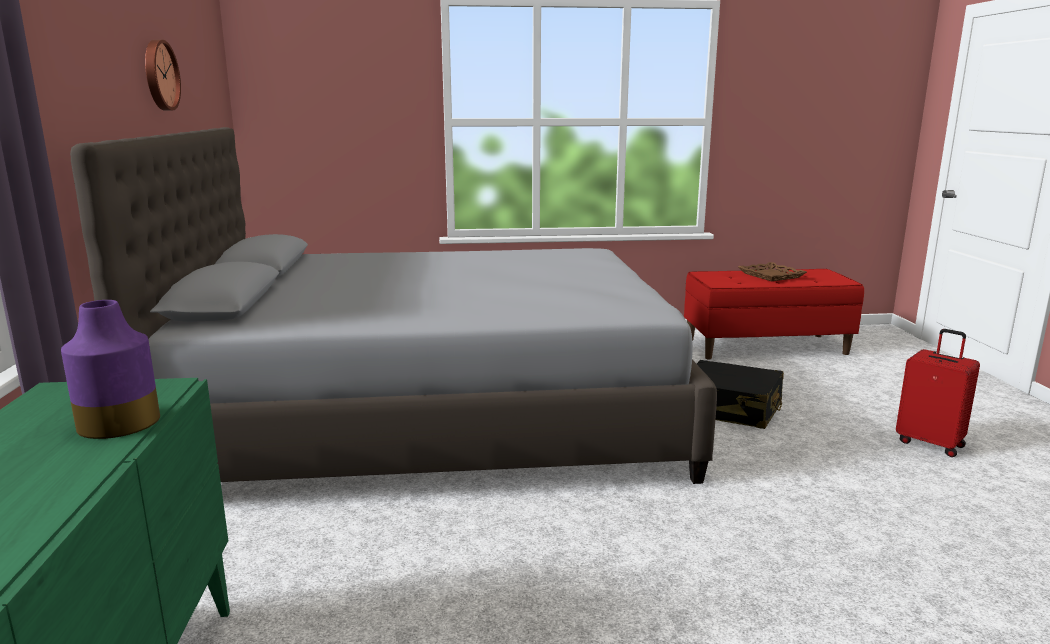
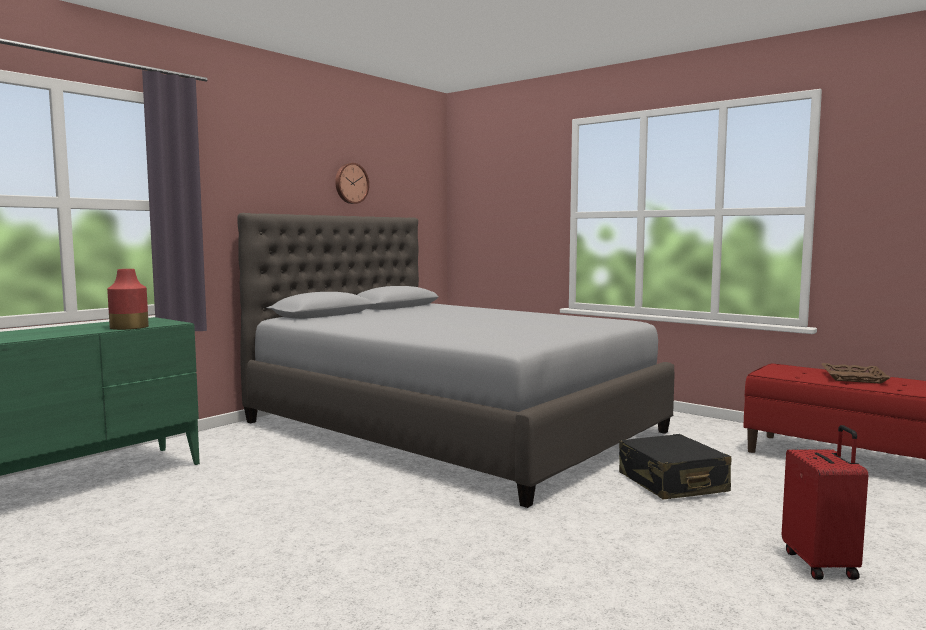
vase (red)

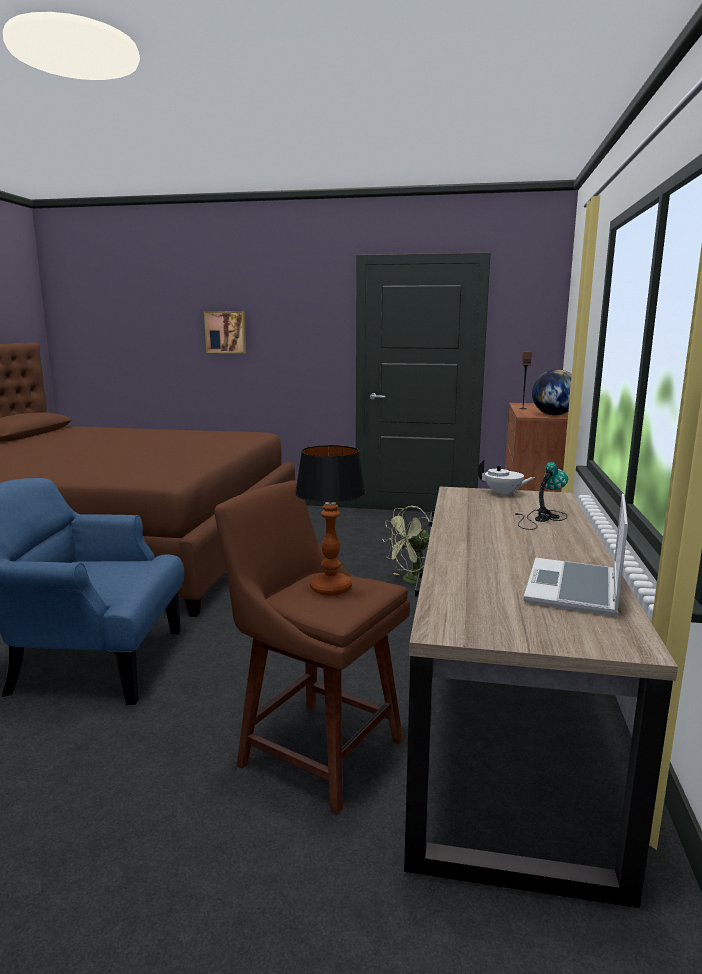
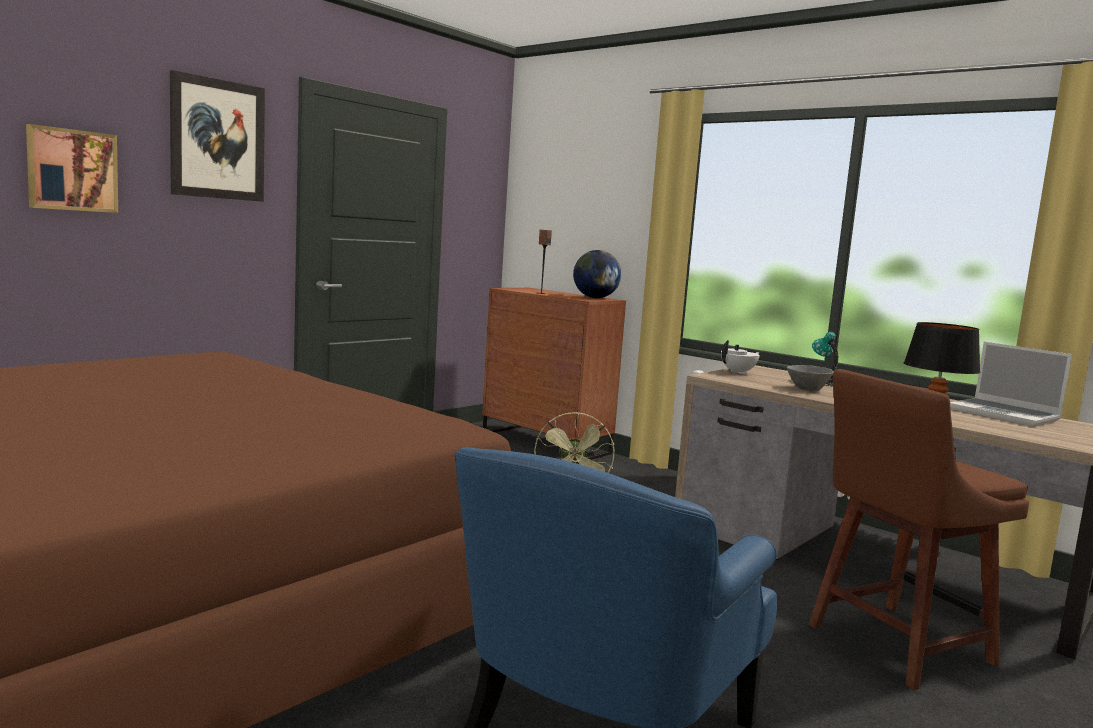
picture (no. 2 from left)
bowl (grey)

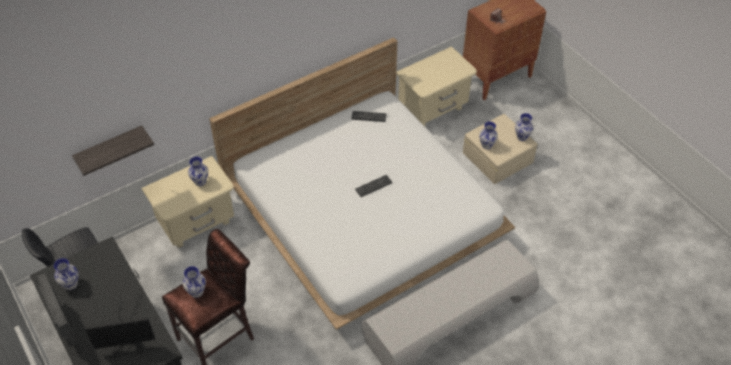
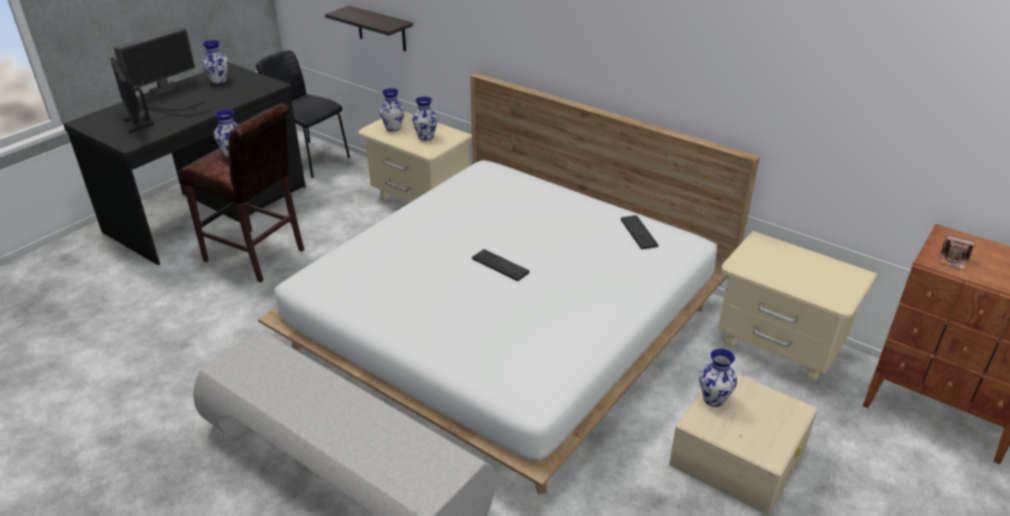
vase (no. 3 from left)

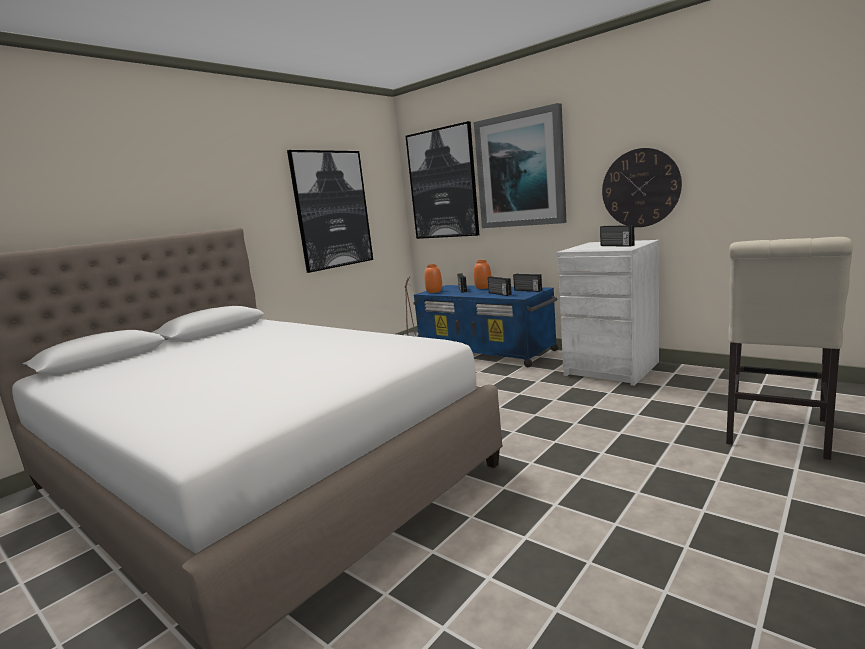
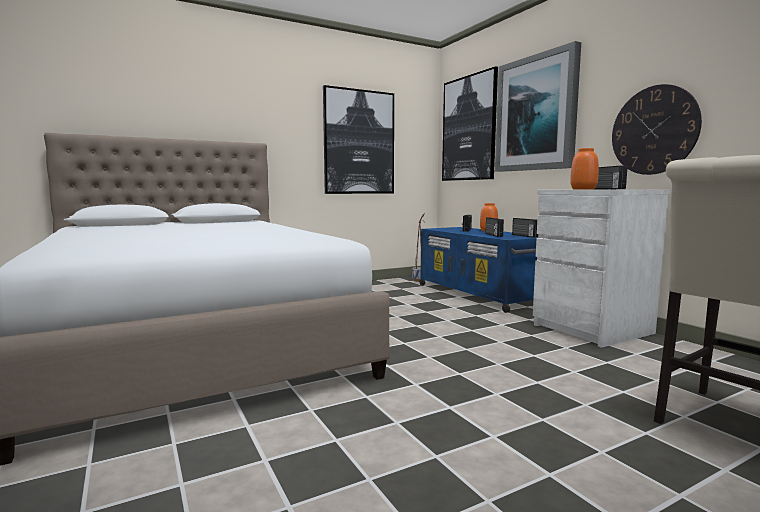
vase (orange) (no. 2 from left)

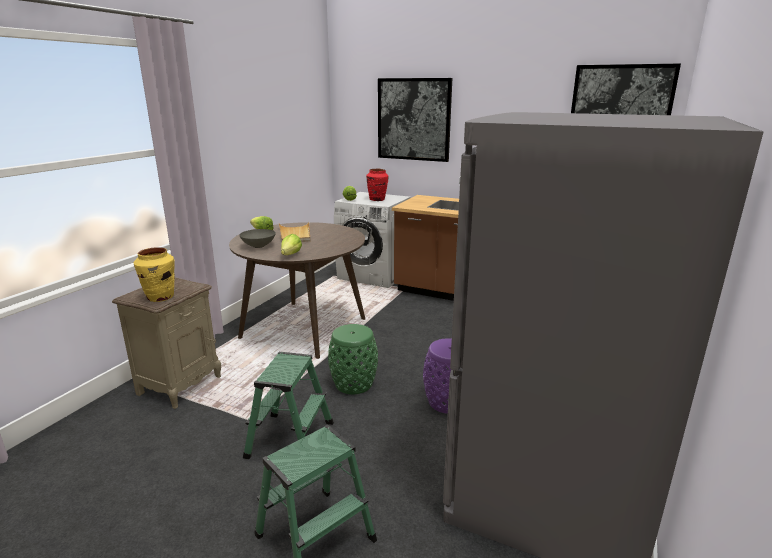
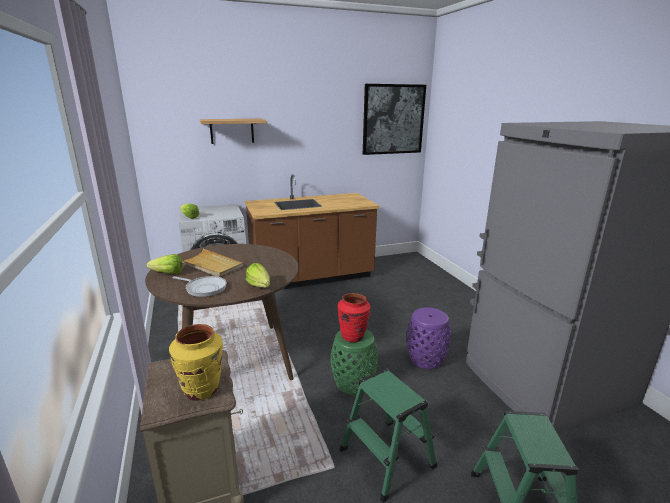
frying pan
vase (red)
shelf

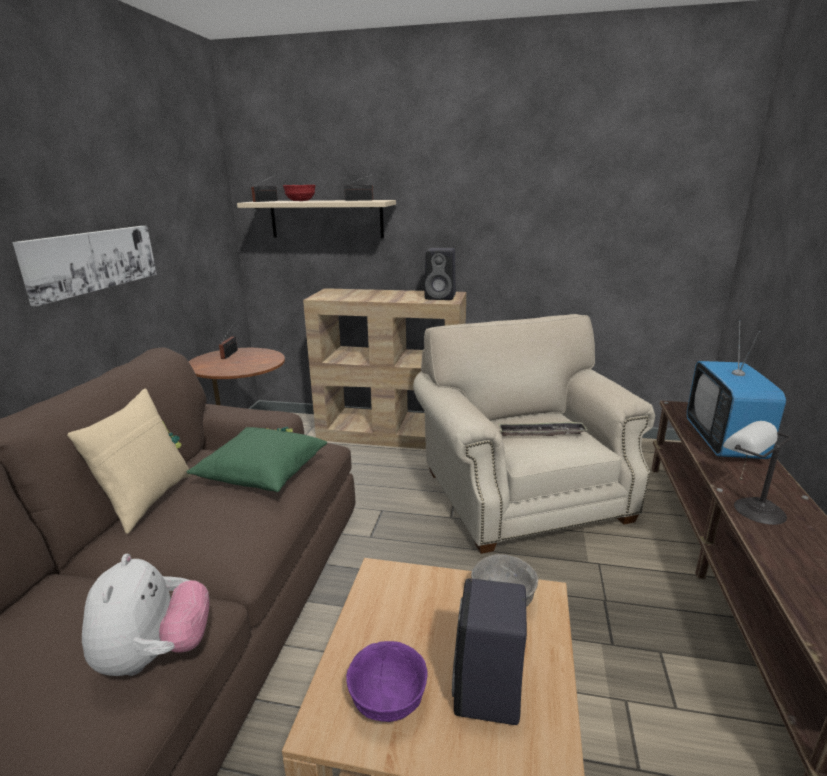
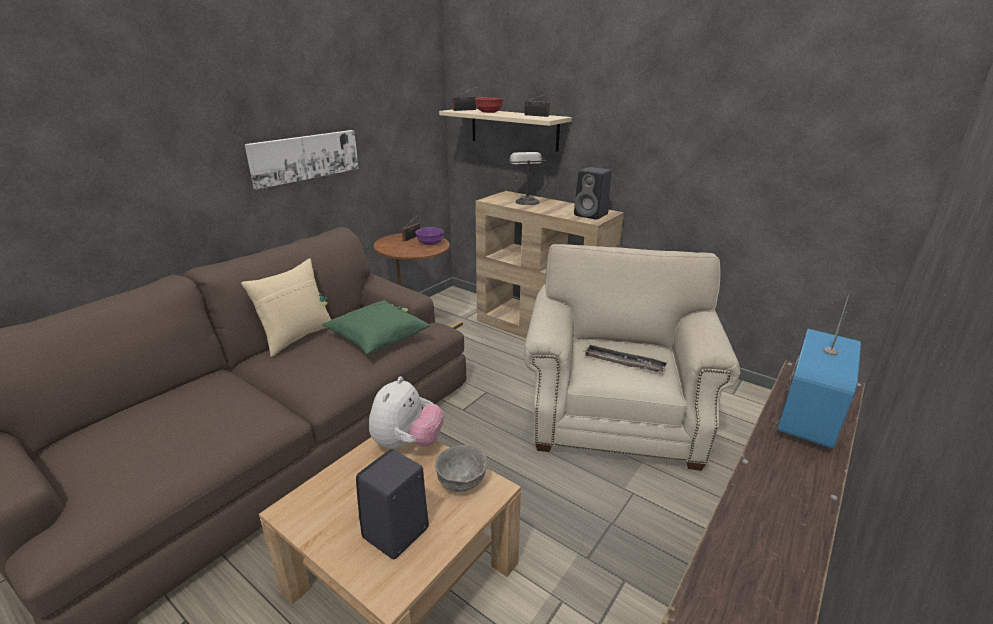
plush toy
bowl (purple)
table lamp

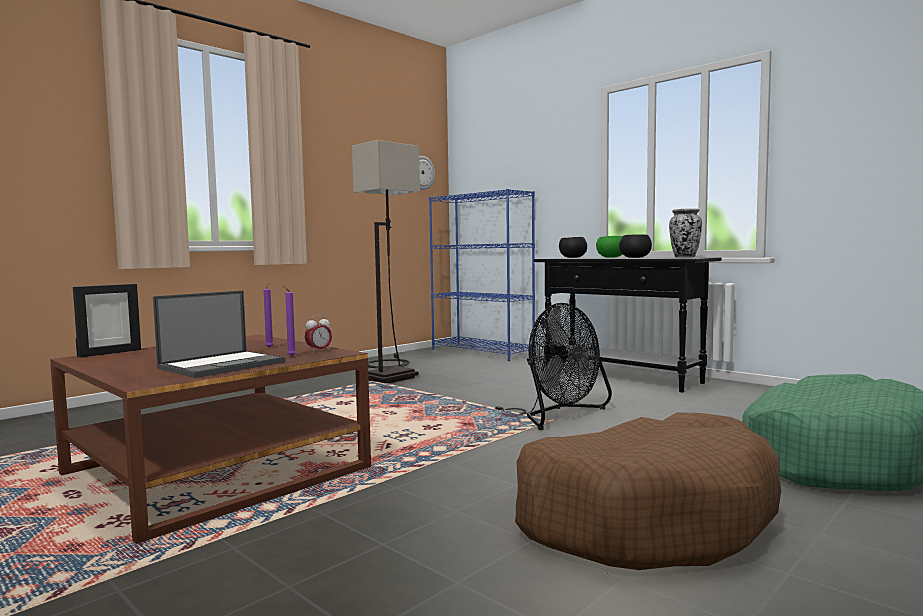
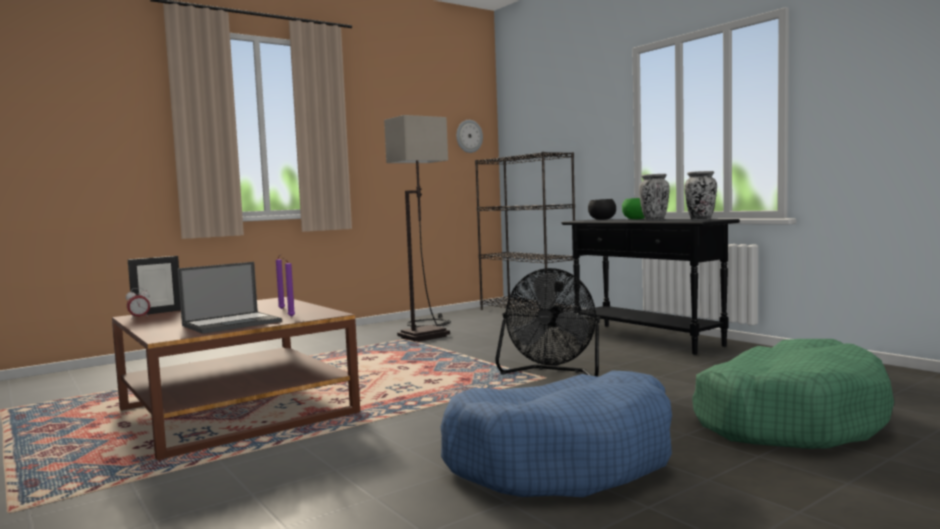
alarm clock
bookcase (black)
fan (black)
dog bed (blue)
vase (no. 1 from left)

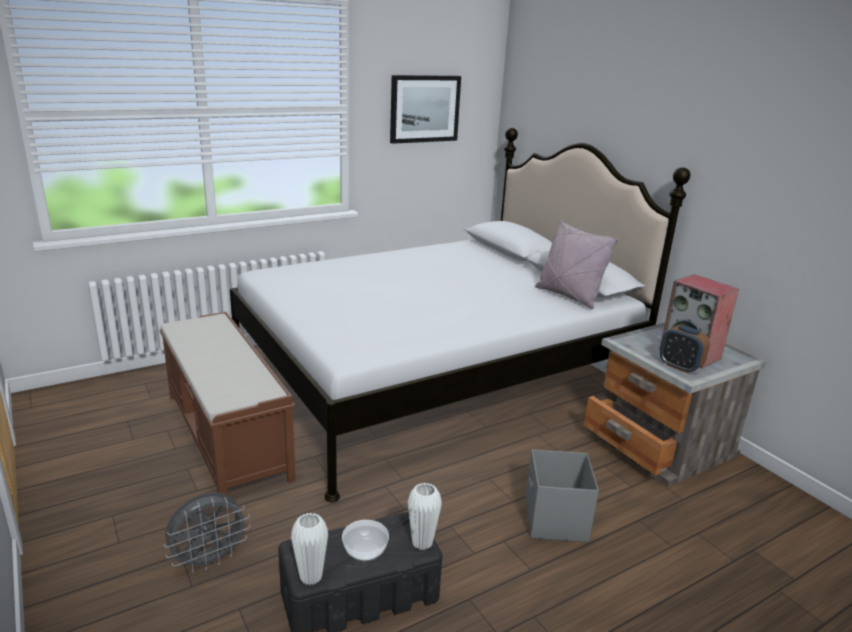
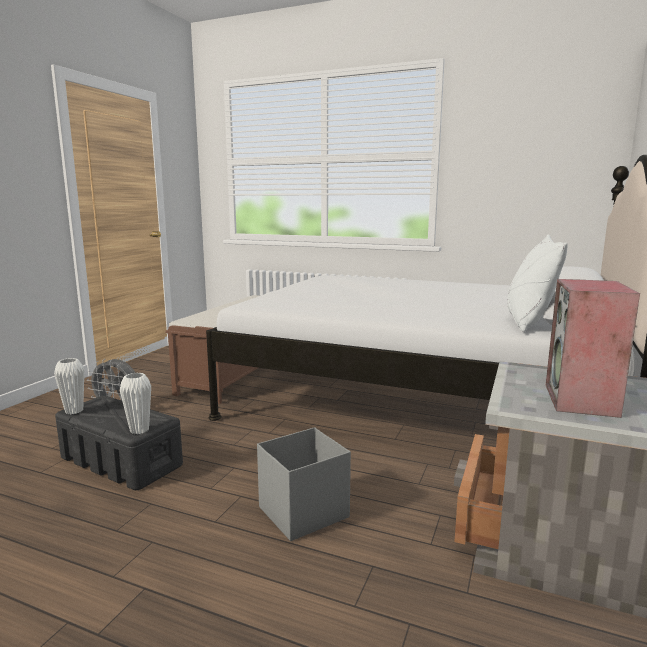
bowl
picture
pillow (white)
alarm clock

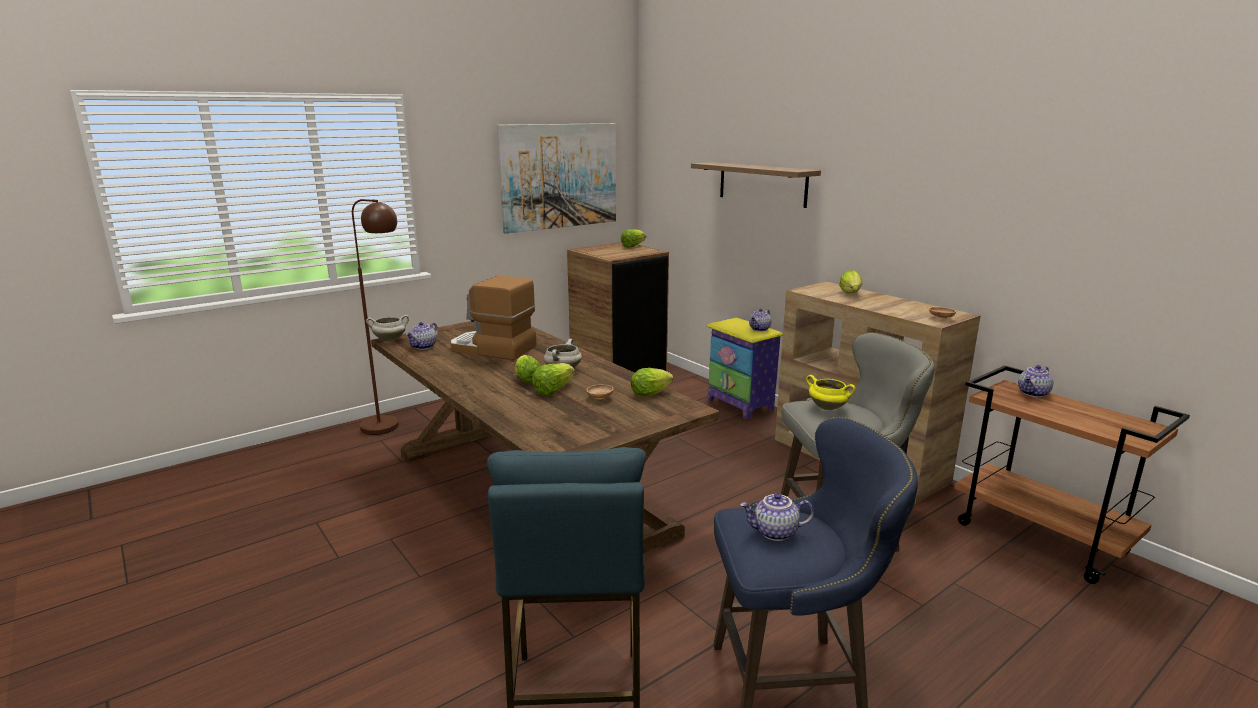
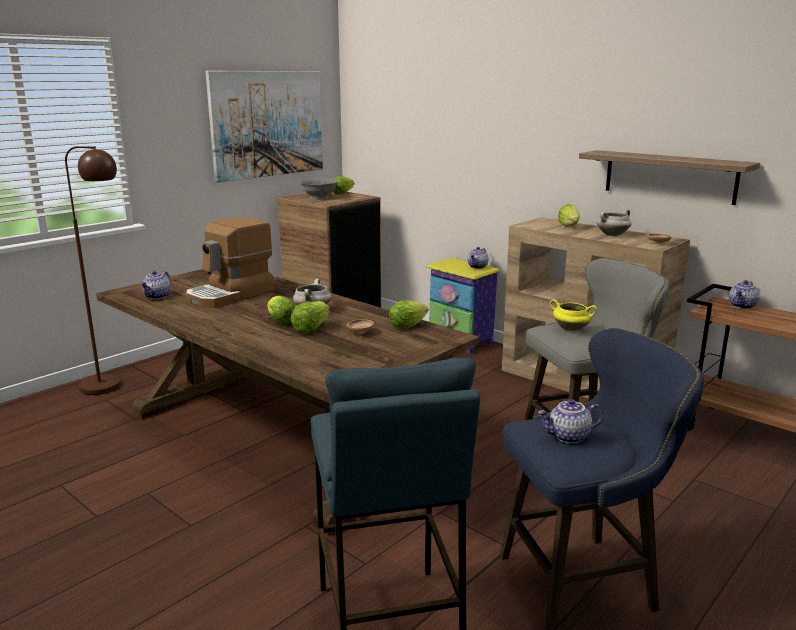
cooking pot (white) (no. 2 from left)
coffee machine
shelf
bowl (grey)

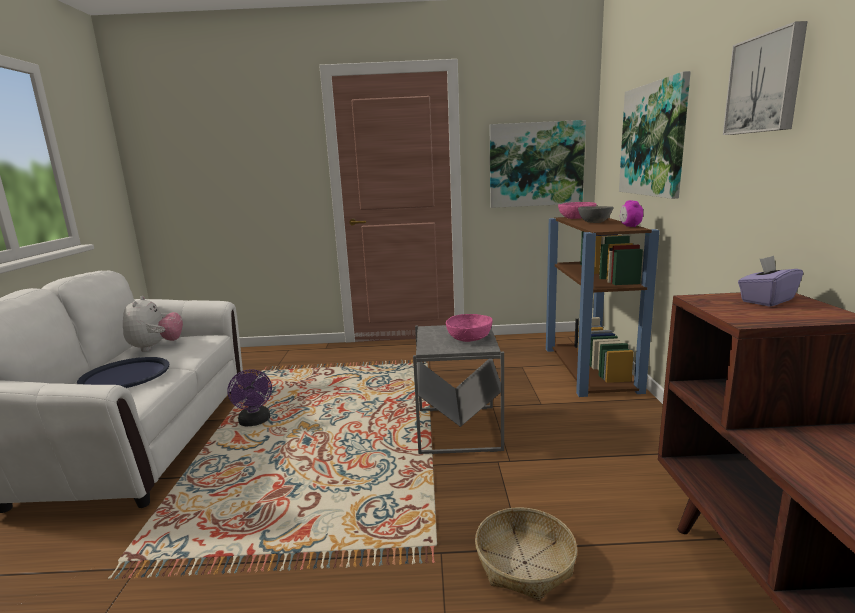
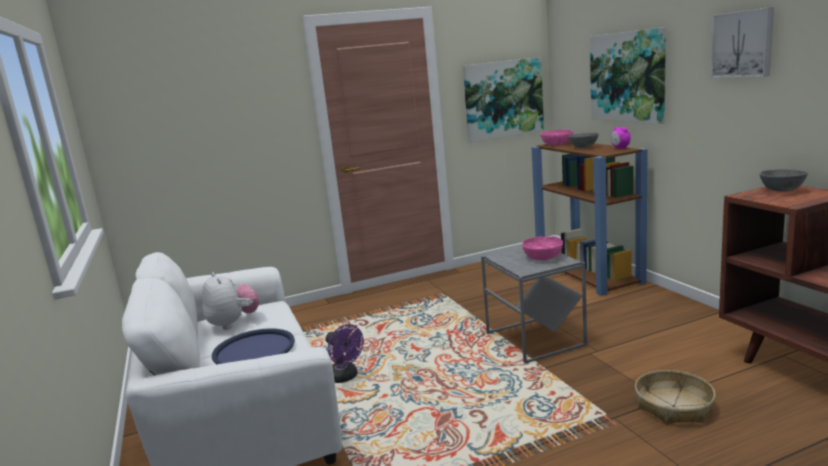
bowl (grey) (no. 2 from left)

